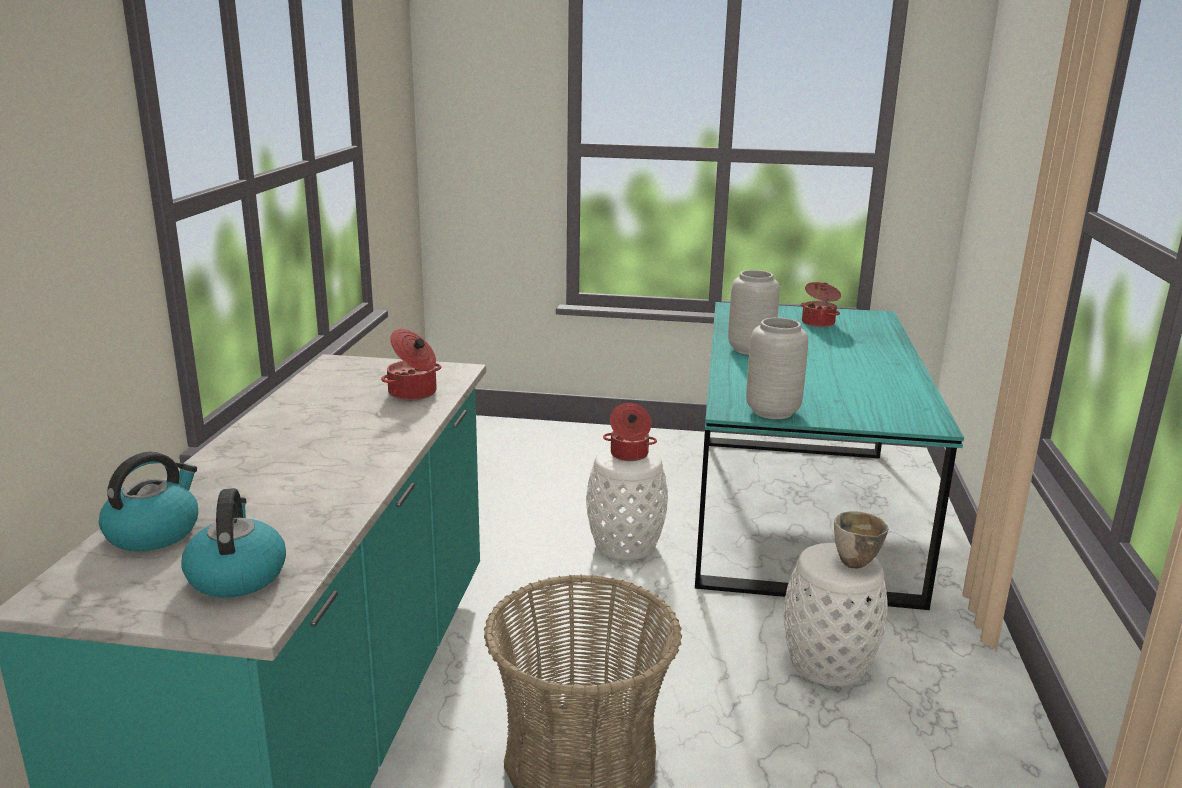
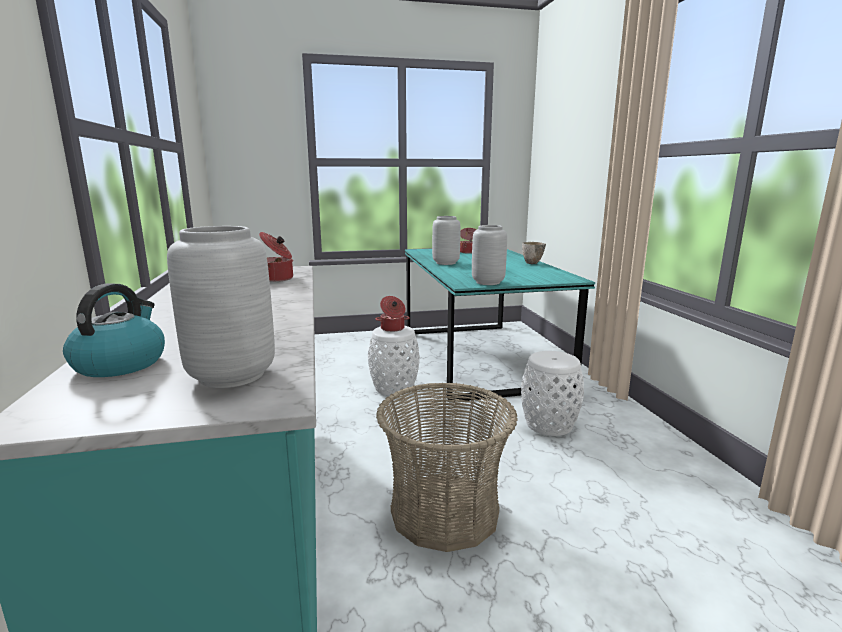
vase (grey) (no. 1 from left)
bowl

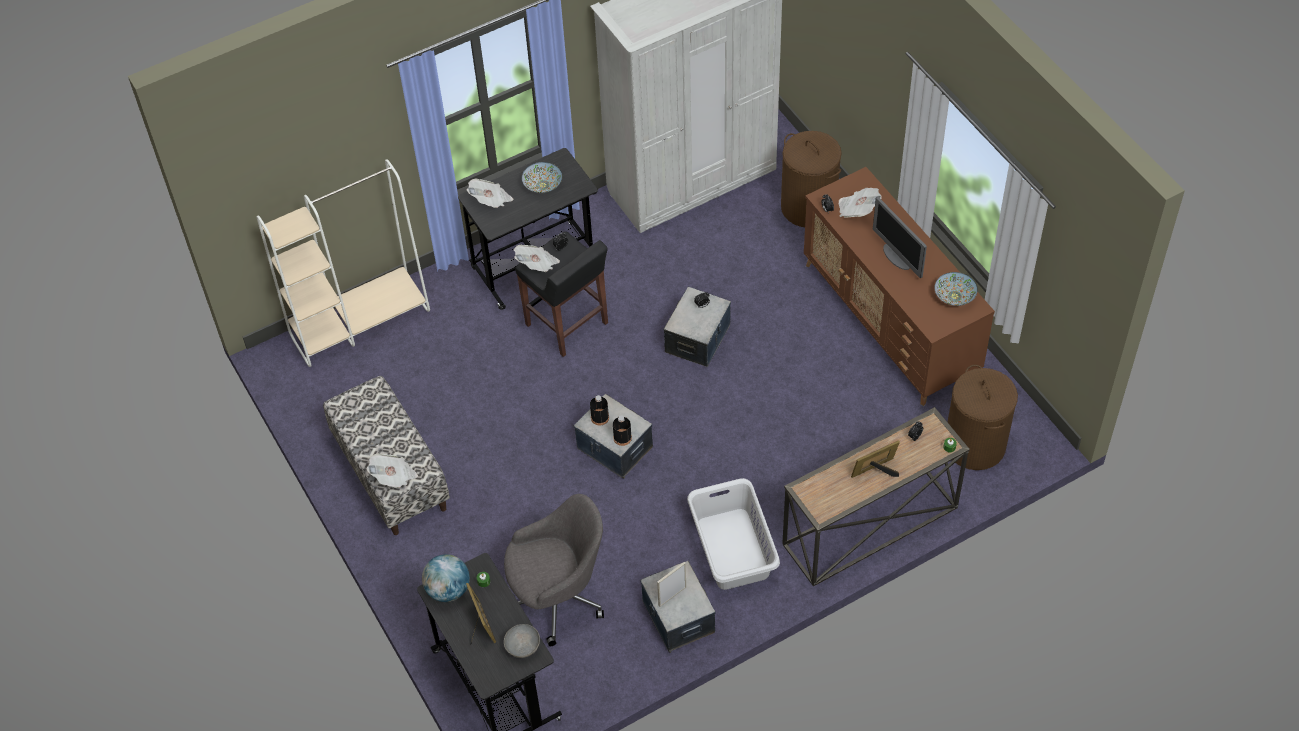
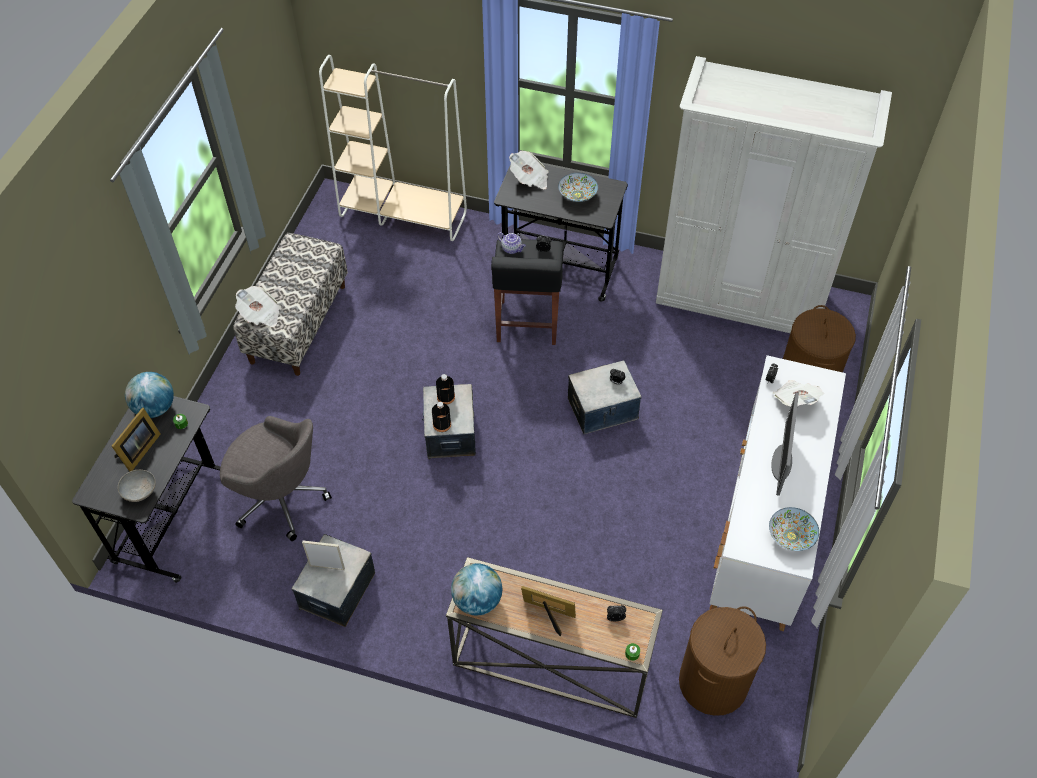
teapot
laundry basket (grey)
dresser (white)
globe (no. 2 from left)

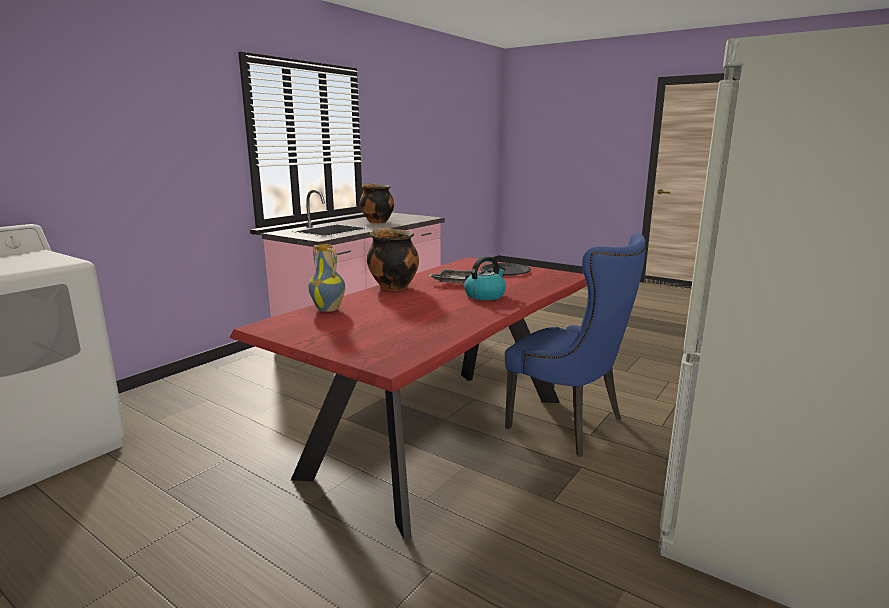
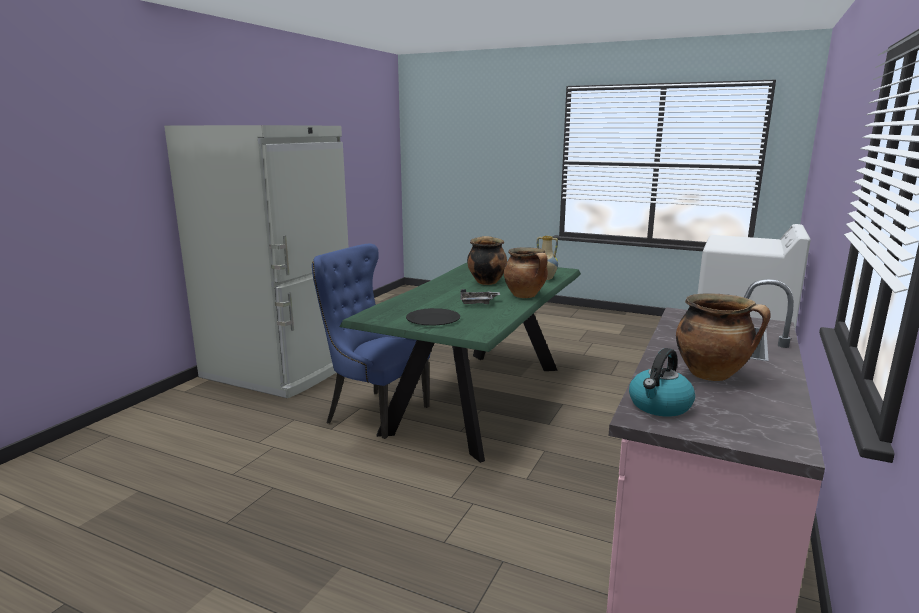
dining table (green)
kettle
cooking pot (no. 1 from left)

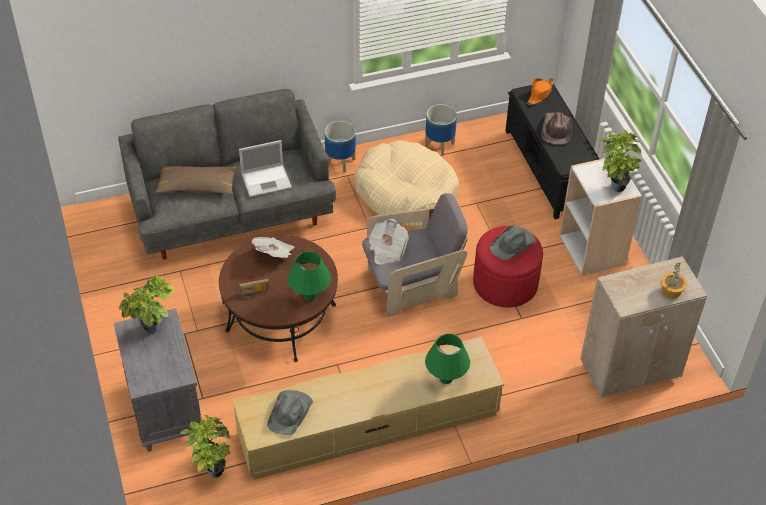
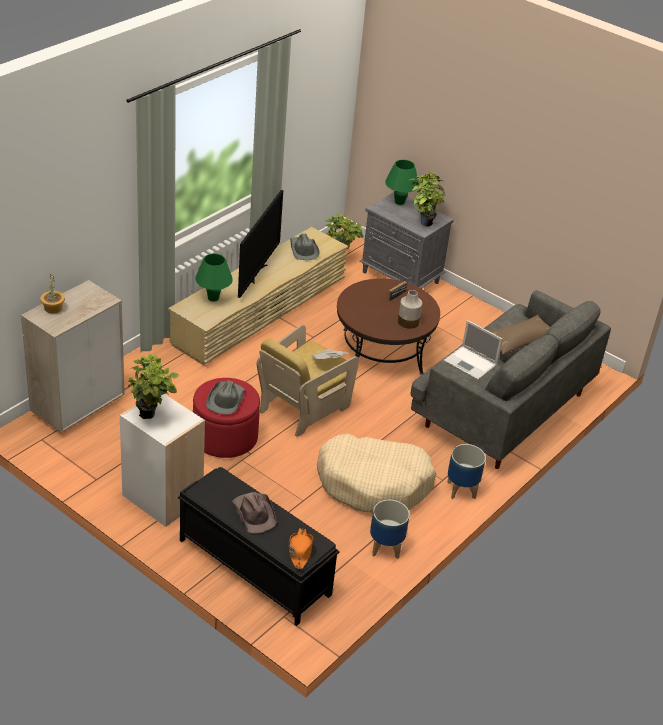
laptop
vase (beige)
table lamp (green) (no. 2 from left)
armchair (yellow)
television

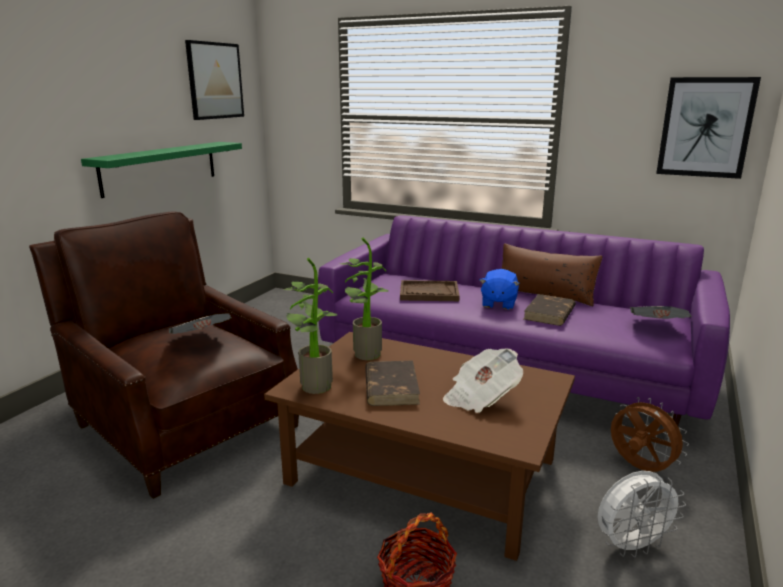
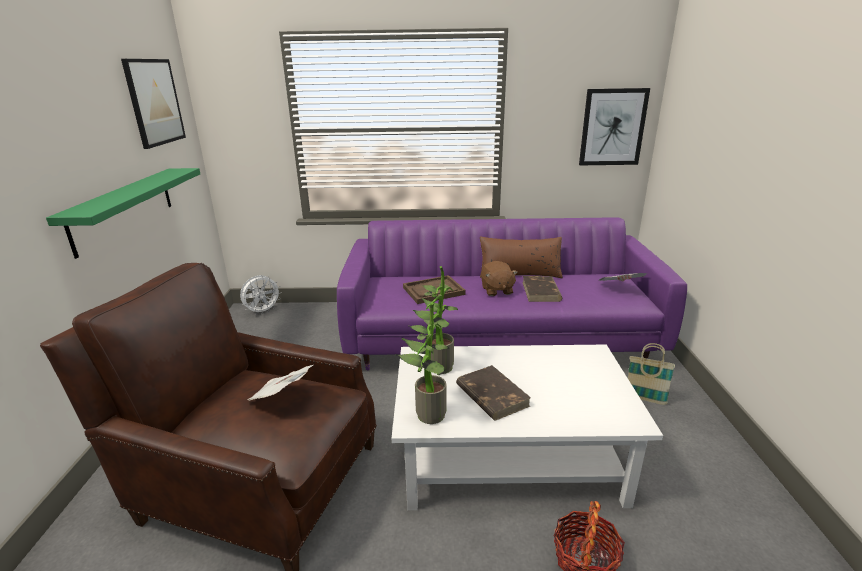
coffee table (white)
newspaper (no. 2 from left in the first image)
plush toy (brown)
fan (white)
basket (no. 2 from left)

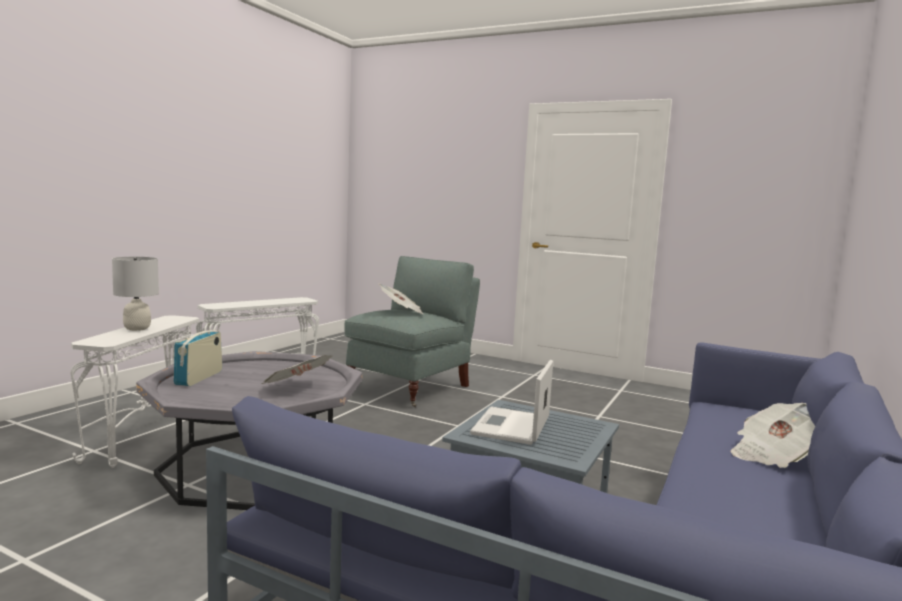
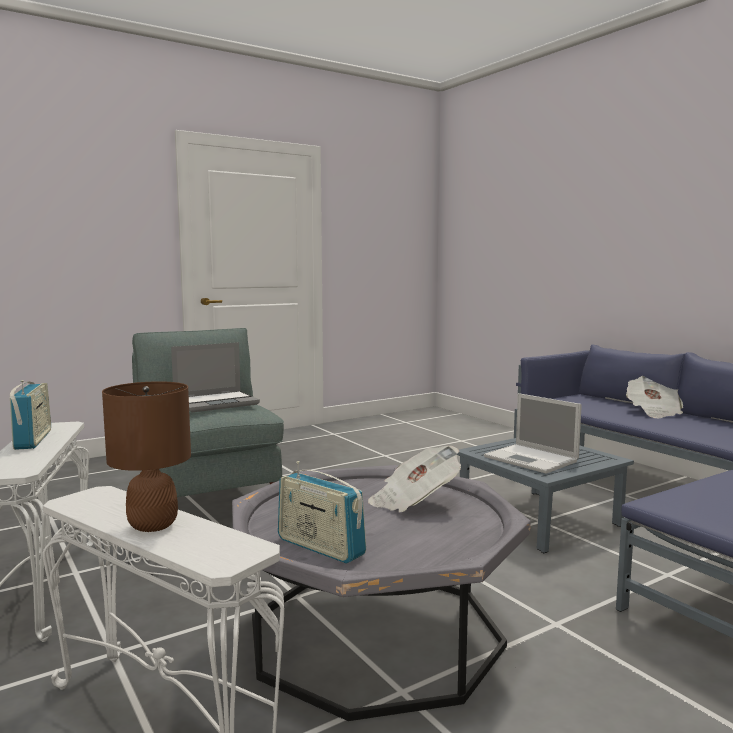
table lamp (brown)
laptop (no. 1 from left)
radio (no. 1 from left)

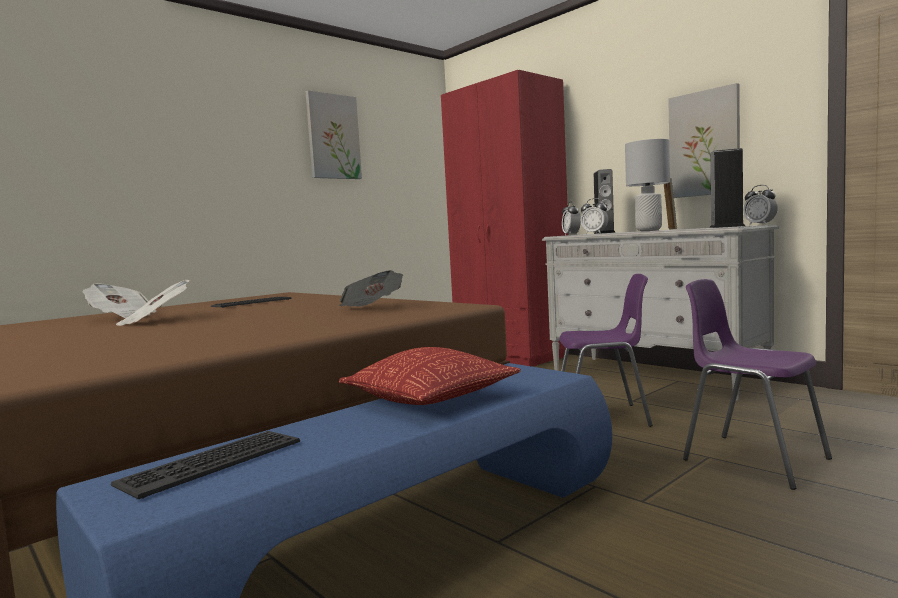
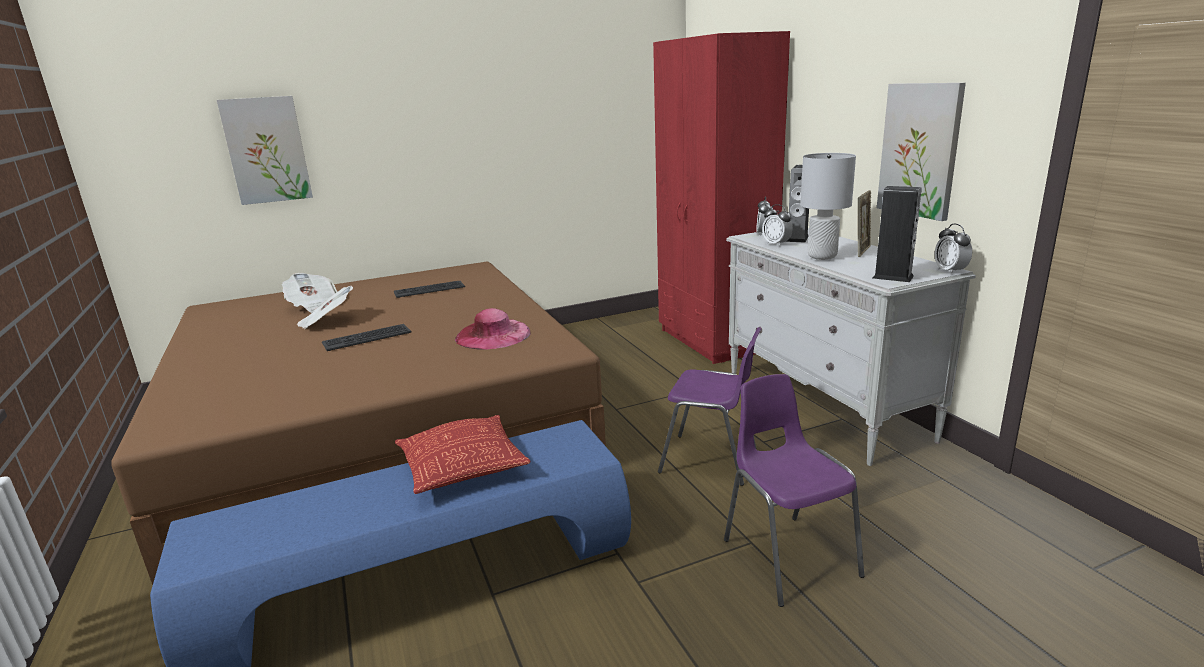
keyboard (no. 1 from left)
picture (no. 1 from left)
hat (pink)

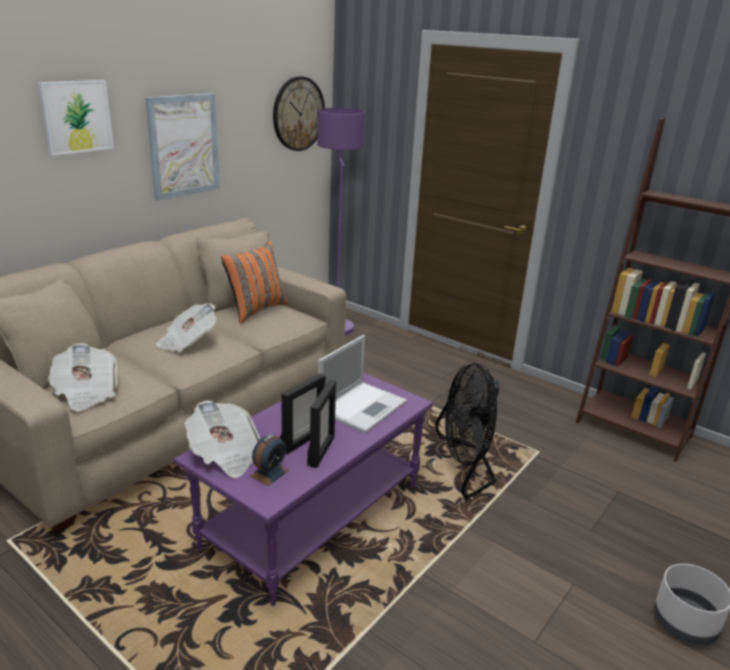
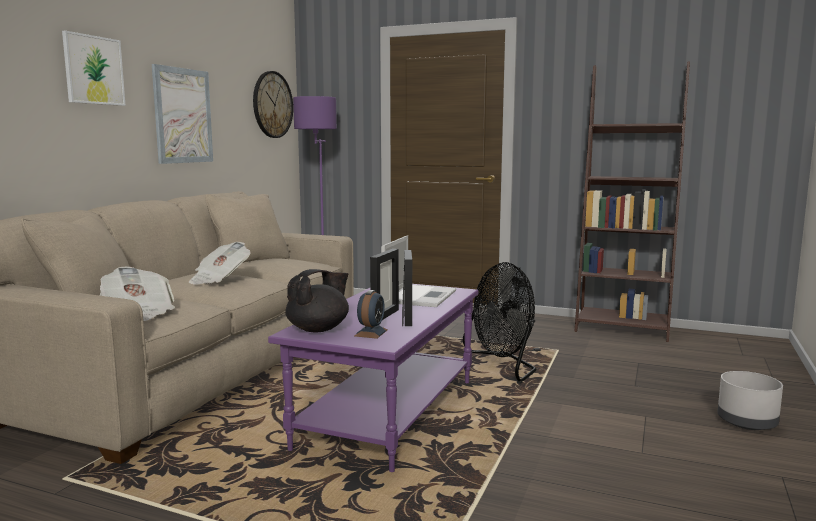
teapot (black)
pillow (orange)

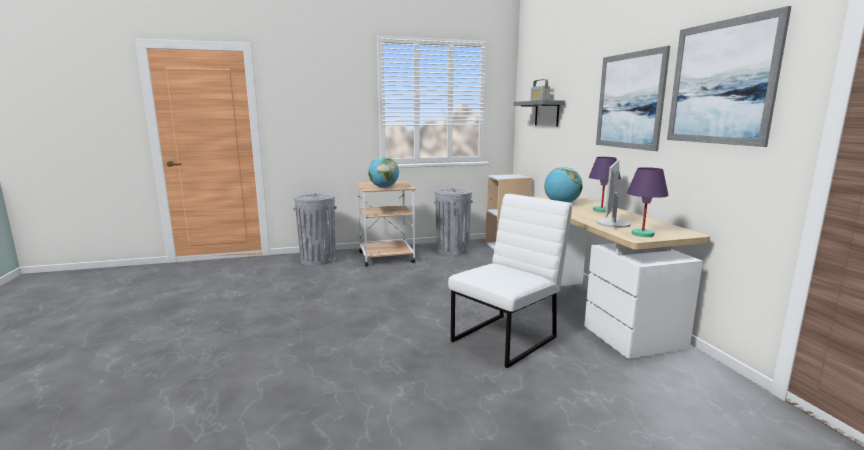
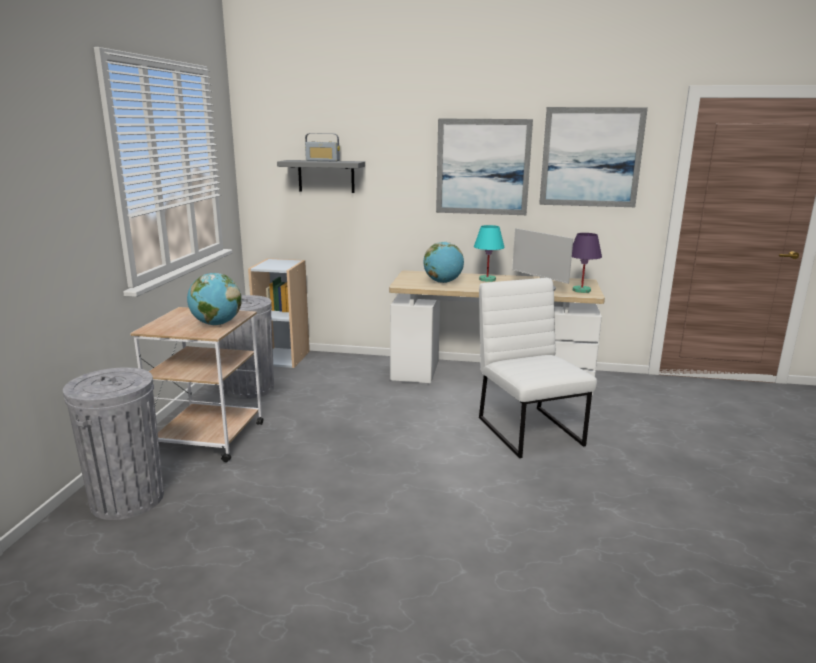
table lamp (turquoise)

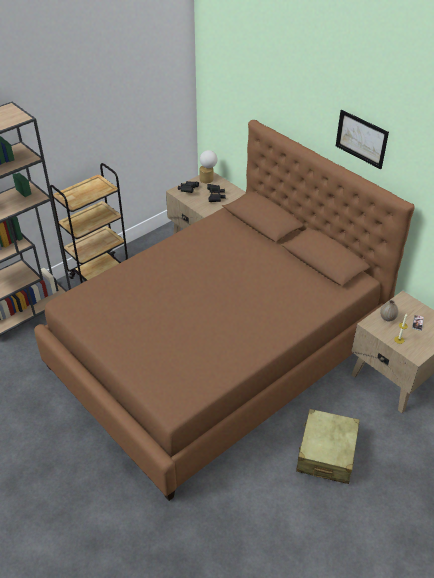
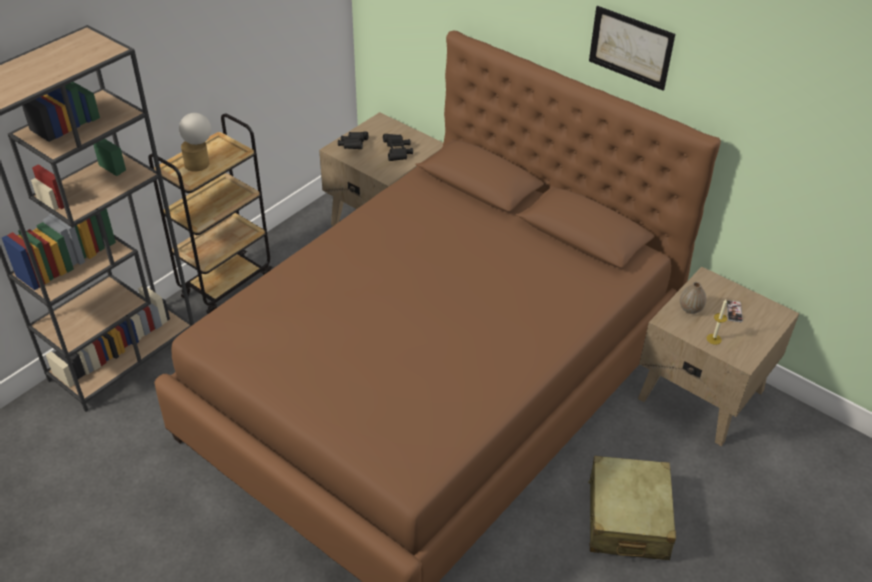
table lamp

